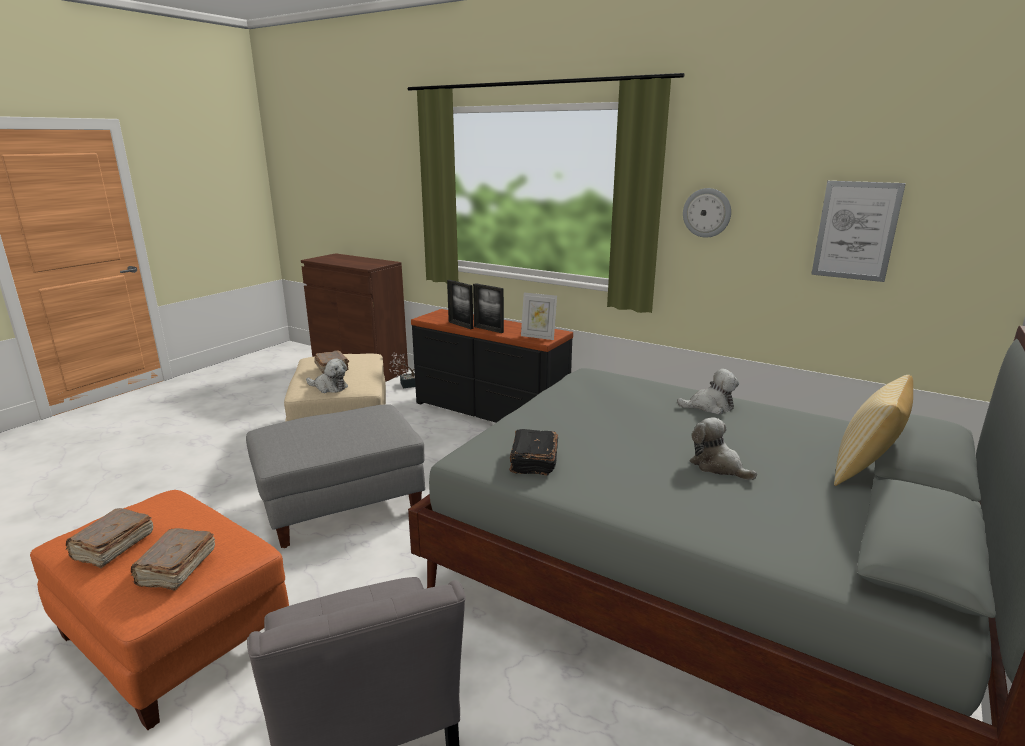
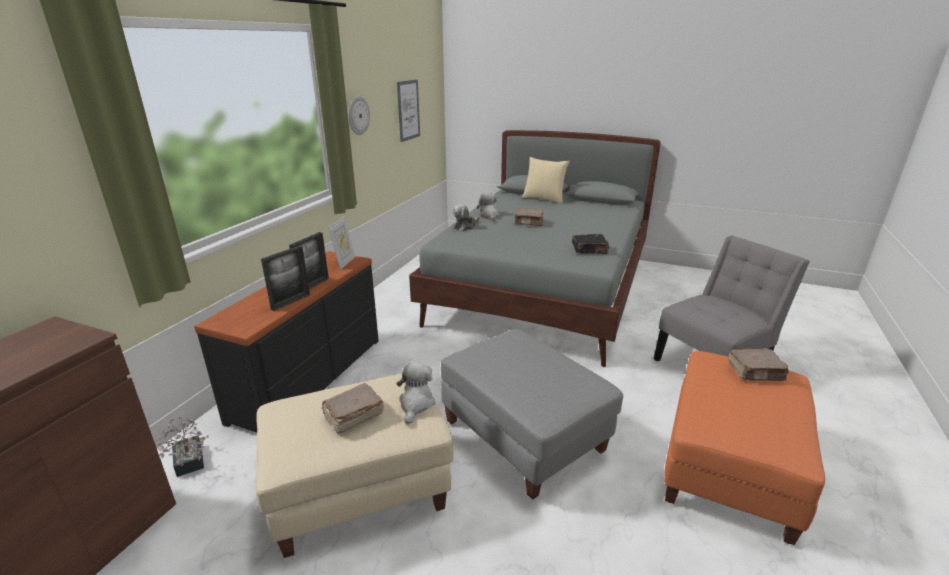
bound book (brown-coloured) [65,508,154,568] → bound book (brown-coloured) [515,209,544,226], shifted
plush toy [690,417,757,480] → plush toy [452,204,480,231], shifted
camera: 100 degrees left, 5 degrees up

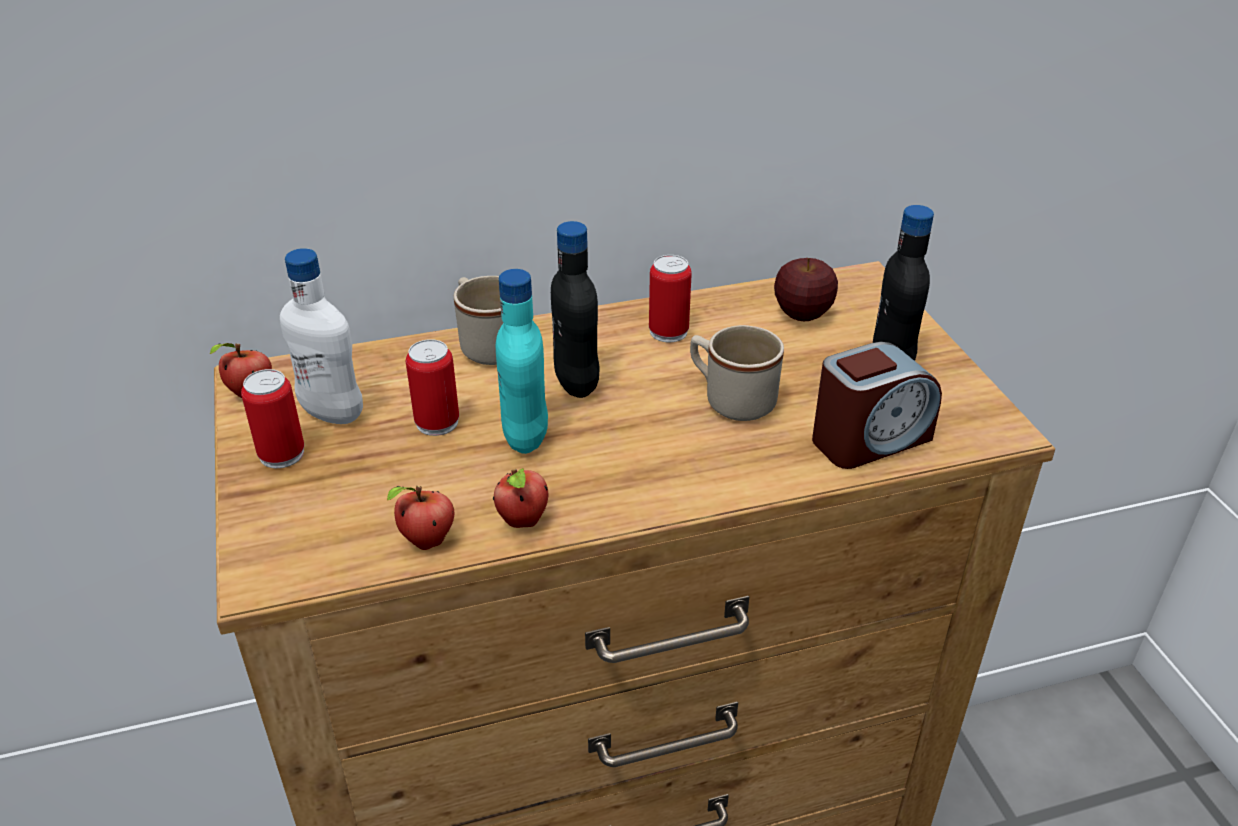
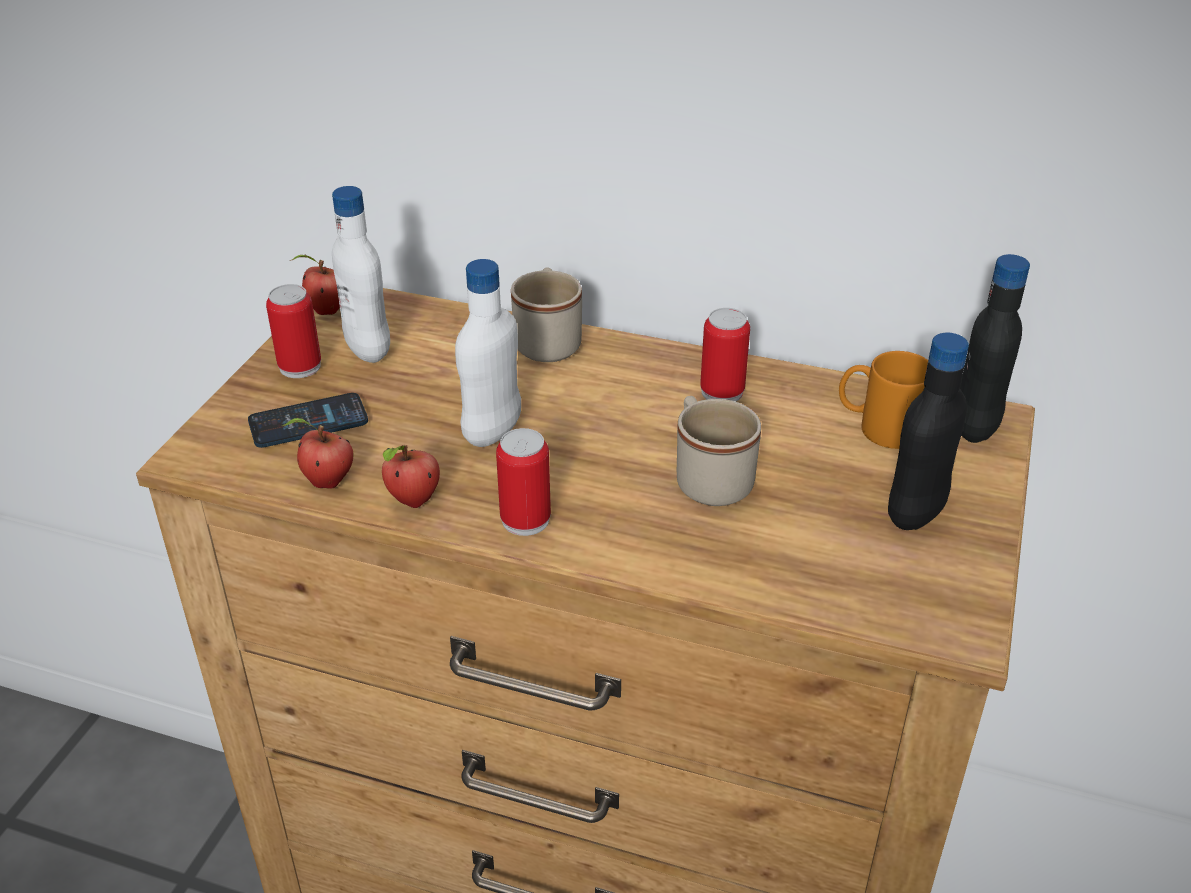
bedside clock [812,342,942,469] → -
- → handset [248,393,368,448]
metal can [406,339,459,436] → metal can [496,428,551,536], shifted
drink bottle (blackish) [551,221,600,398] → drink bottle (blackish) [960,254,1030,443], shifted
apple [774,258,838,321] → mug (orange) [839,351,928,449]
drink bottle (turquoise) [496,269,548,454] → drink bottle (white-coloured) [455,259,521,447]
camera: 35 degrees right, 0 degrees up

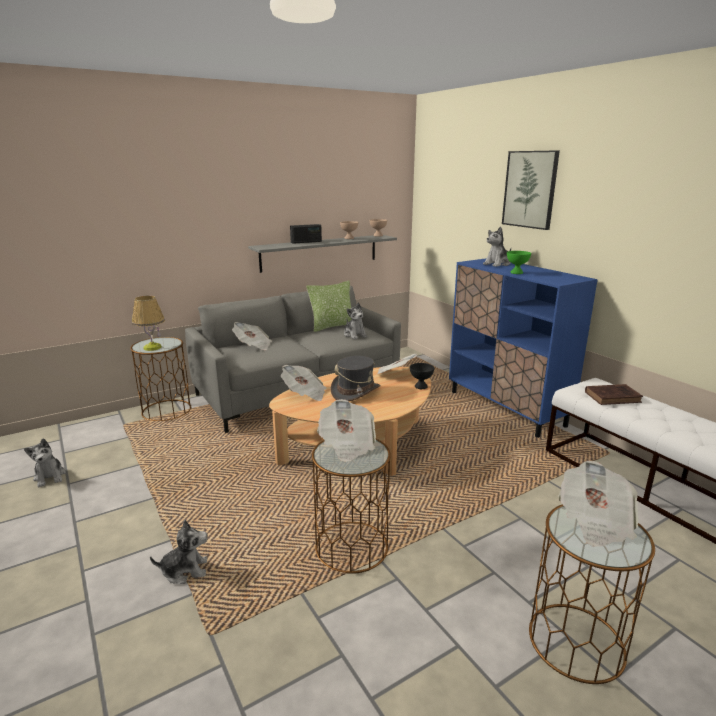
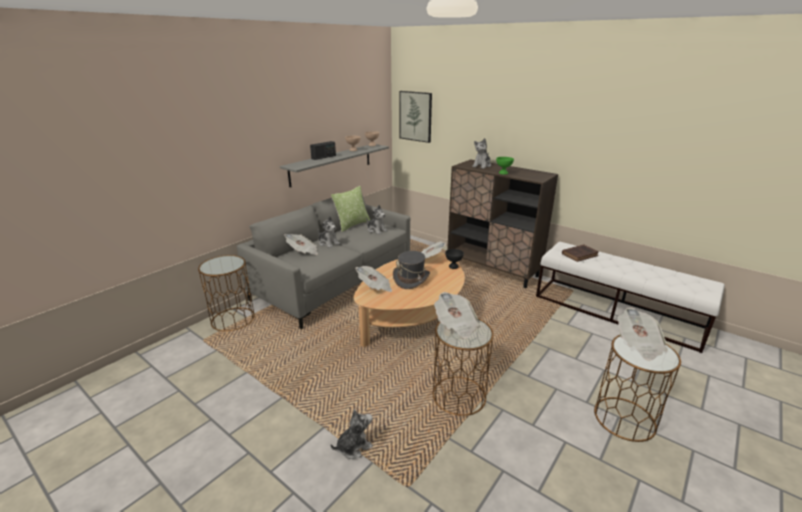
tabletop lamp [132,296,165,351] → -
plush toy [24,439,66,487] → plush toy [318,216,340,248], shifted
picture [502,150,560,230] → picture [399,91,432,143], shifted
cupboard (blue) [449,258,598,438] → cupboard (brown-coloured) [447,159,558,288]
camera: 20 degrees left, 5 degrees up

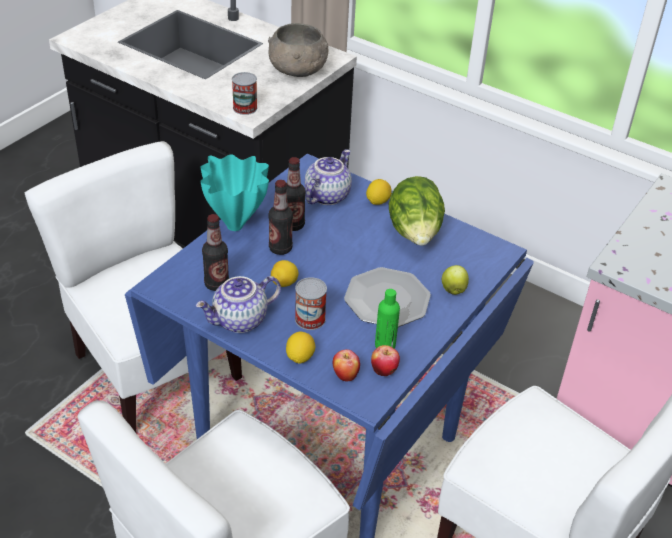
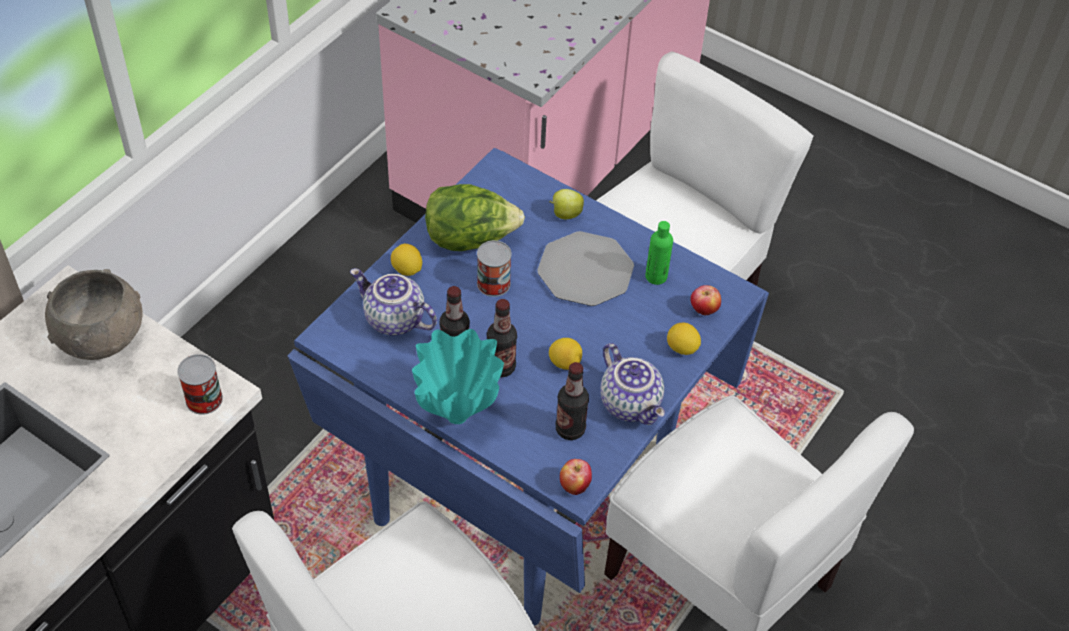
metal can [295,277,327,330] → metal can [477,240,512,297], shifted
apple [371,345,400,376] → apple [560,459,592,495], shifted
camera: 90 degrees left, 10 degrees up

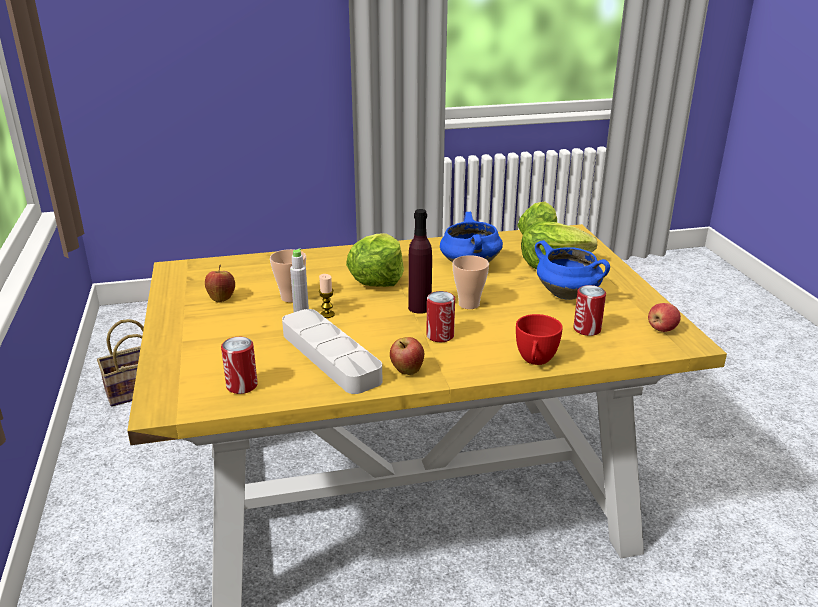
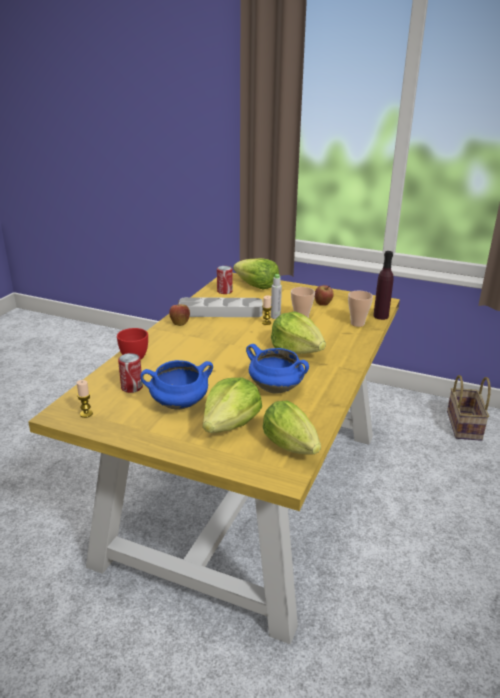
metal can [426,291,455,342] → -
- → head of lettuce [233,258,279,290]
drink bottle (purple) [408,209,432,314] → drink bottle (purple) [373,251,393,320], shifted
drinking cup [452,255,489,309] → drinking cup [348,291,373,327], shifted
apple [648,303,681,332] → wax light [77,380,93,418]
camera: 125 degrees right, 0 degrees up

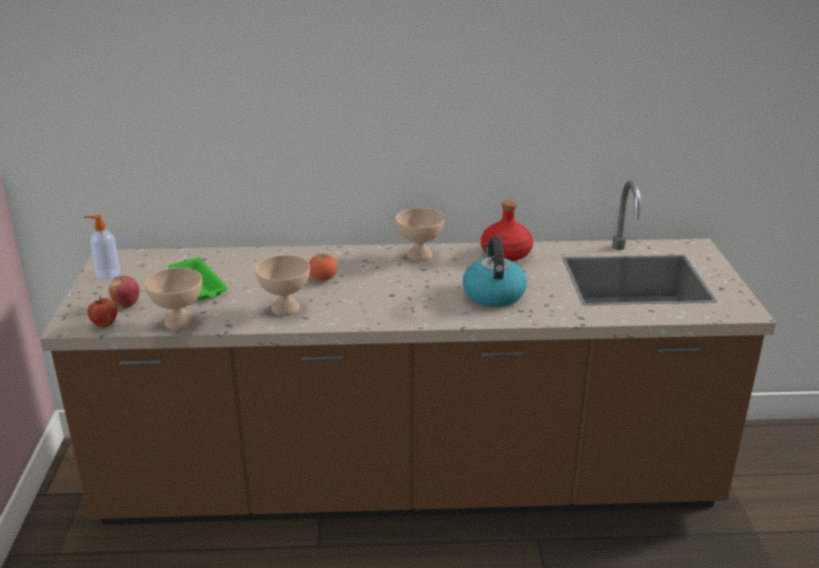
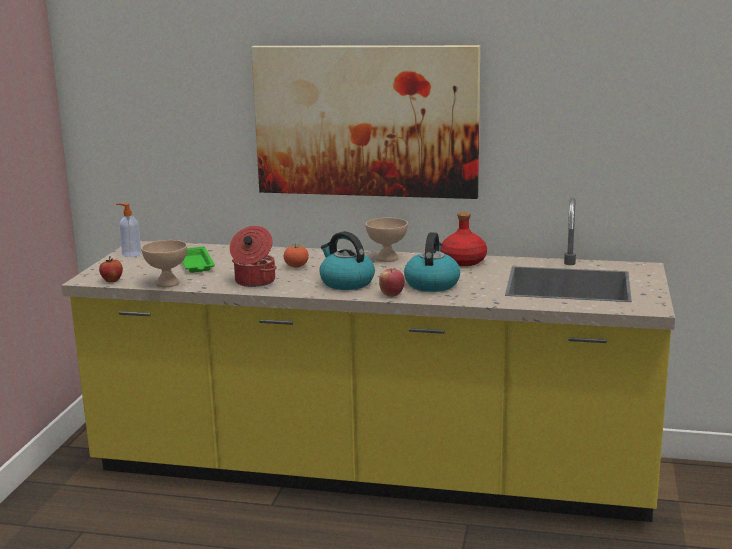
- → picture [251,45,480,199]
- → water kettle [319,231,375,290]
apple [109,276,140,308] → apple [379,269,405,297], shifted
deep dish (sand-coloured) [255,255,310,316] → stockpot [230,226,277,287]
kitchen counter (brown-coloured) [40,180,776,525] → kitchen counter (yellowish) [61,198,675,522]
camera: 15 degrees right, 10 degrees down

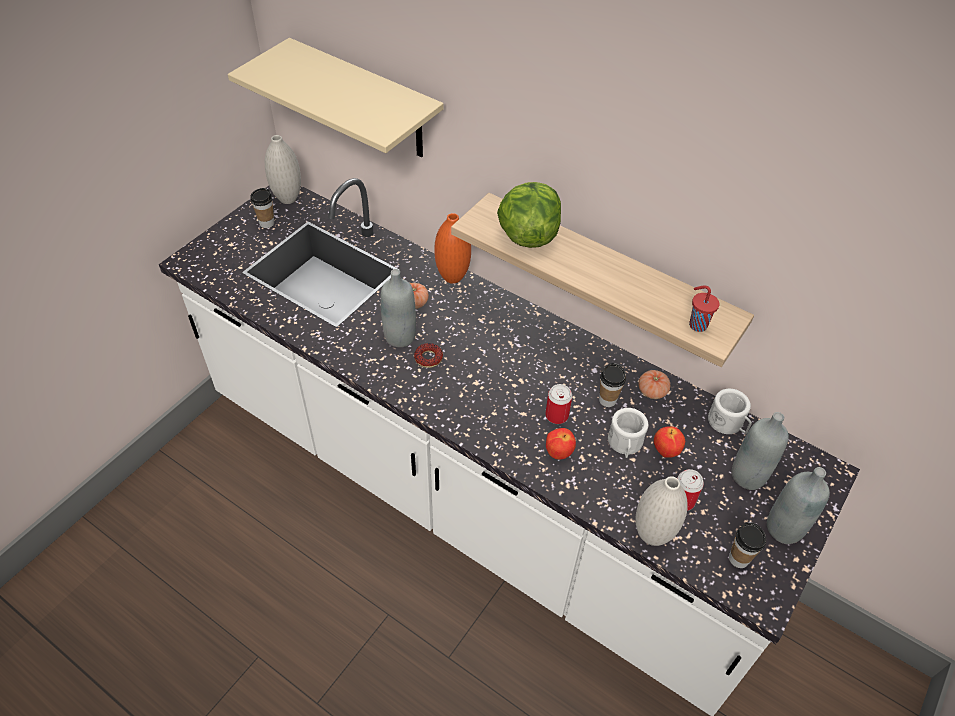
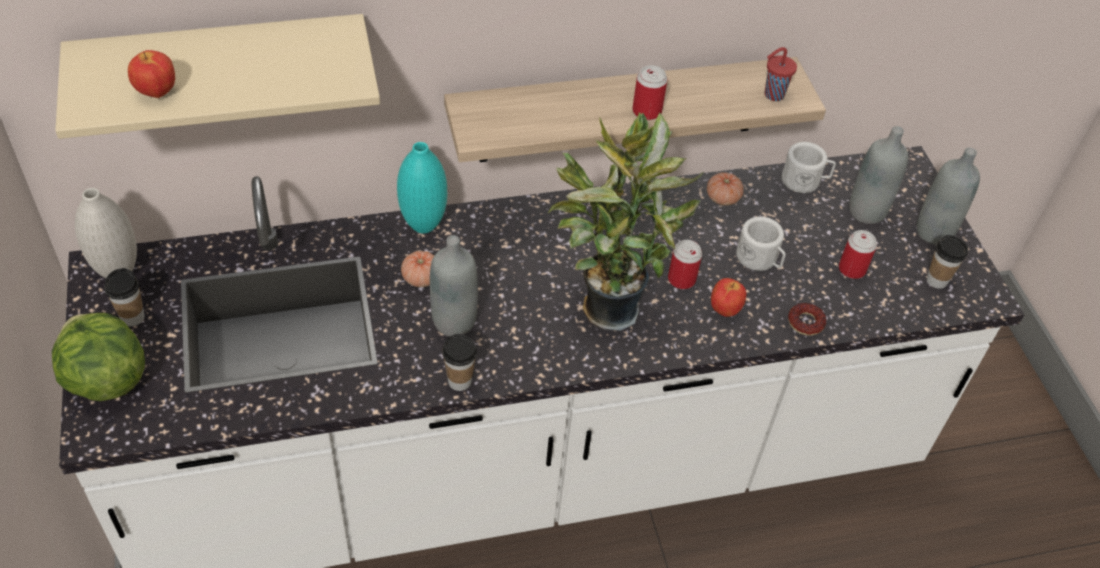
vase (white-coloured) [635,476,688,546] → -
- → plant in a pot [548,112,704,331]
- → metal can [632,65,667,120]
ring doughnut [414,343,443,368] → ring doughnut [788,303,826,336], shifted
head of lettuce [497,182,561,248] → head of lettuce [52,313,145,402], shifted
drinking cup [599,363,626,407] → drinking cup [442,334,477,391], shifted
apple [654,426,685,458] → apple [128,50,175,98], shifted
vase (orange) [434,213,471,284] → vase (turquoise) [397,142,447,234]
camera: 50 degrees left, 0 degrees up

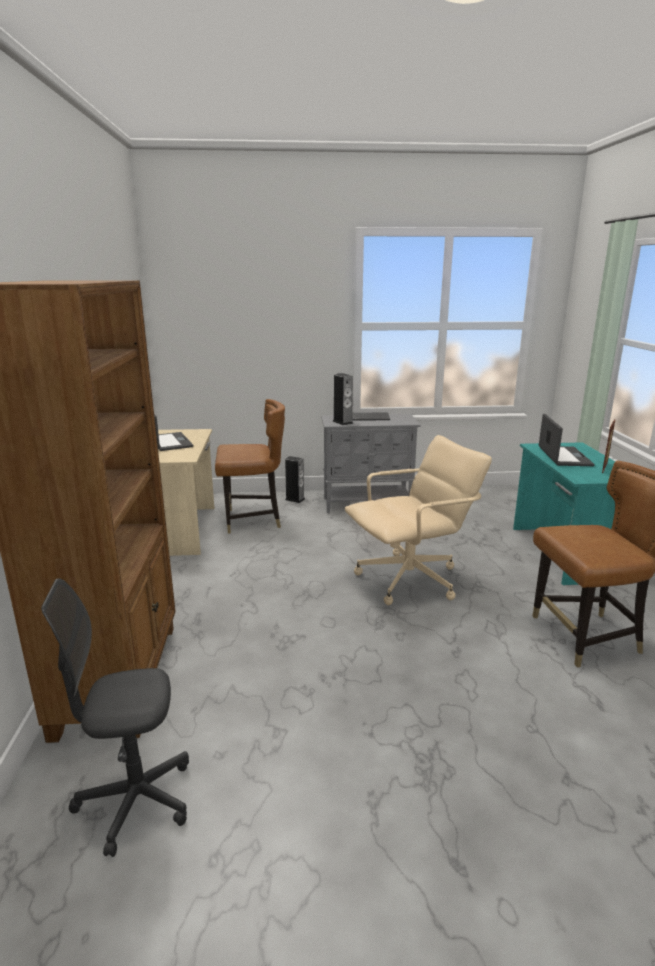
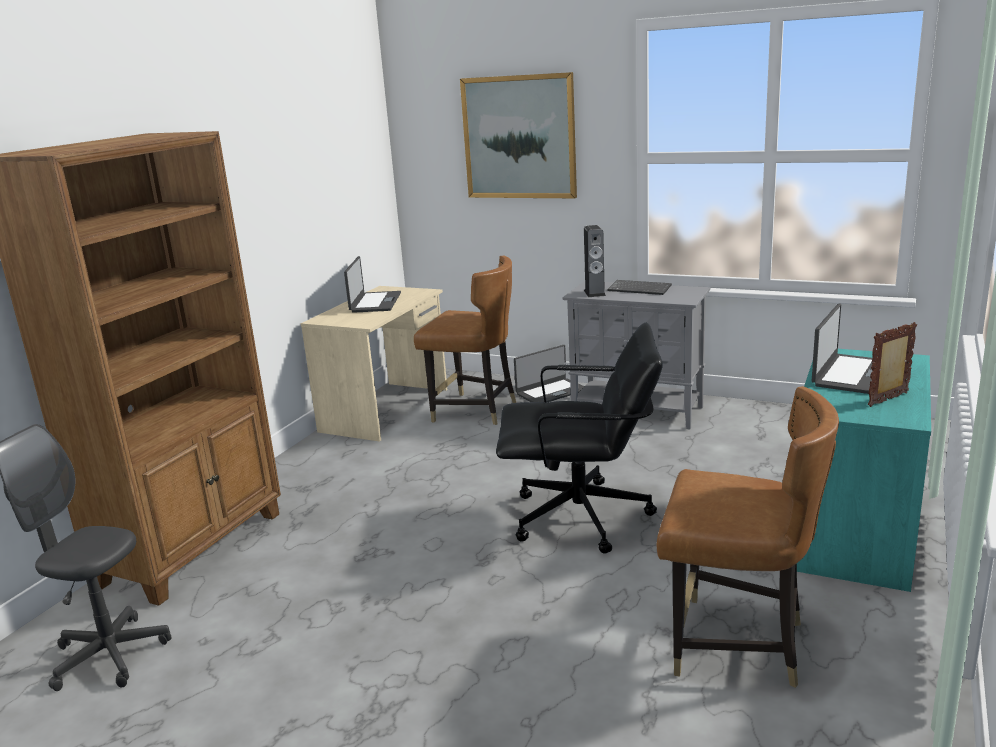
- → picture [460,72,577,198]
speaker [285,456,305,503] → portable computer [514,345,585,402]
office chair (sand-coloured) [345,435,492,605] → office chair (blackish) [496,323,663,553]
camera: 30 degrees right, 0 degrees up

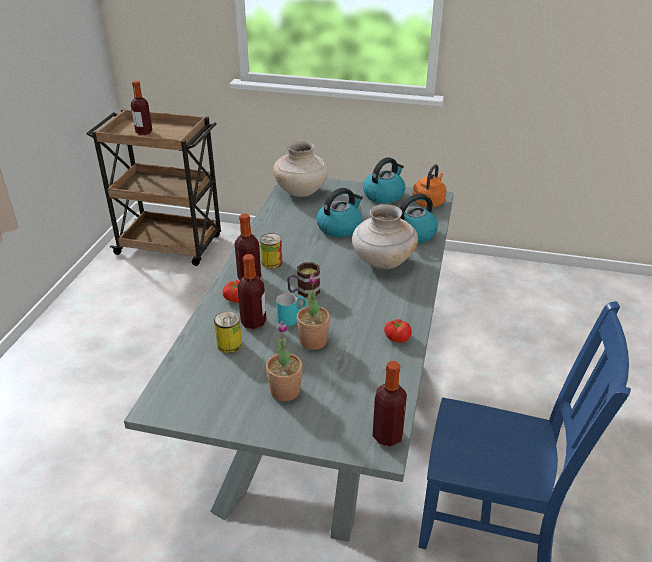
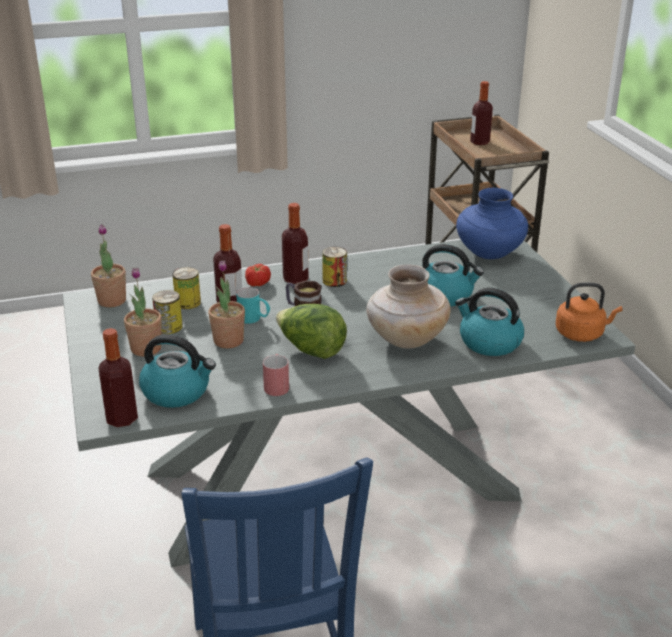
- → plant in a pot [91,224,126,307]
- → metal can [152,290,183,334]
- → head of lettuce [276,304,347,359]
water kettle [363,157,405,204] → water kettle [139,334,216,408], shifted
fresh tomato [384,319,412,343] → mug (reddish) [263,354,289,396]
vase (sand-coloured) [273,141,328,197] → vase (blue) [456,188,528,259]
camera: 60 degrees right, 5 degrees down

